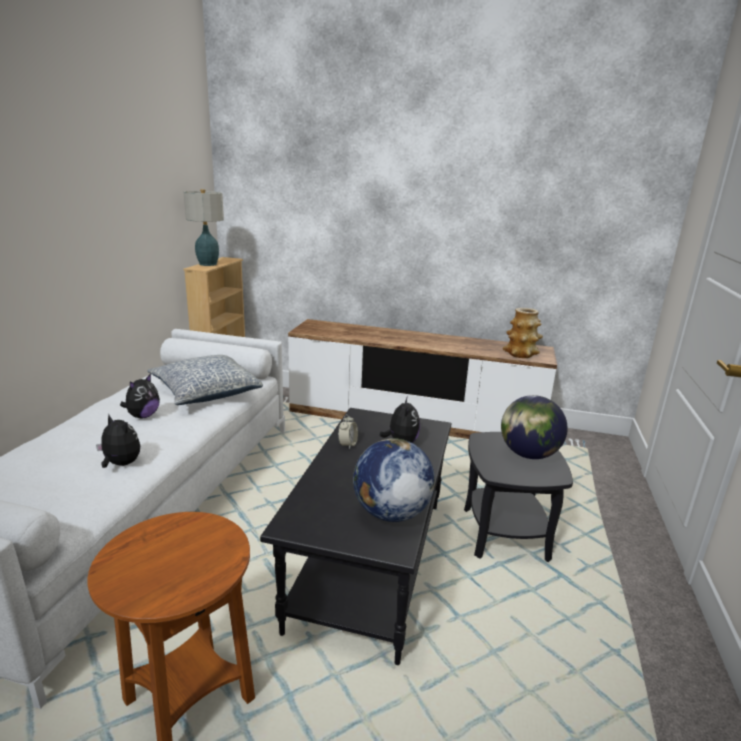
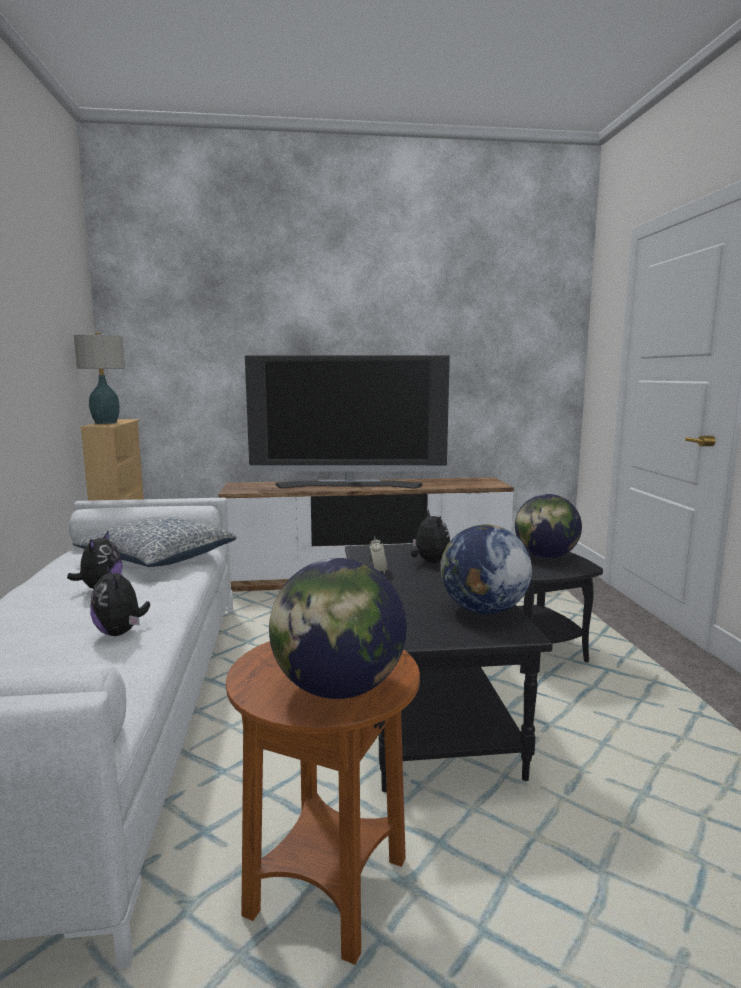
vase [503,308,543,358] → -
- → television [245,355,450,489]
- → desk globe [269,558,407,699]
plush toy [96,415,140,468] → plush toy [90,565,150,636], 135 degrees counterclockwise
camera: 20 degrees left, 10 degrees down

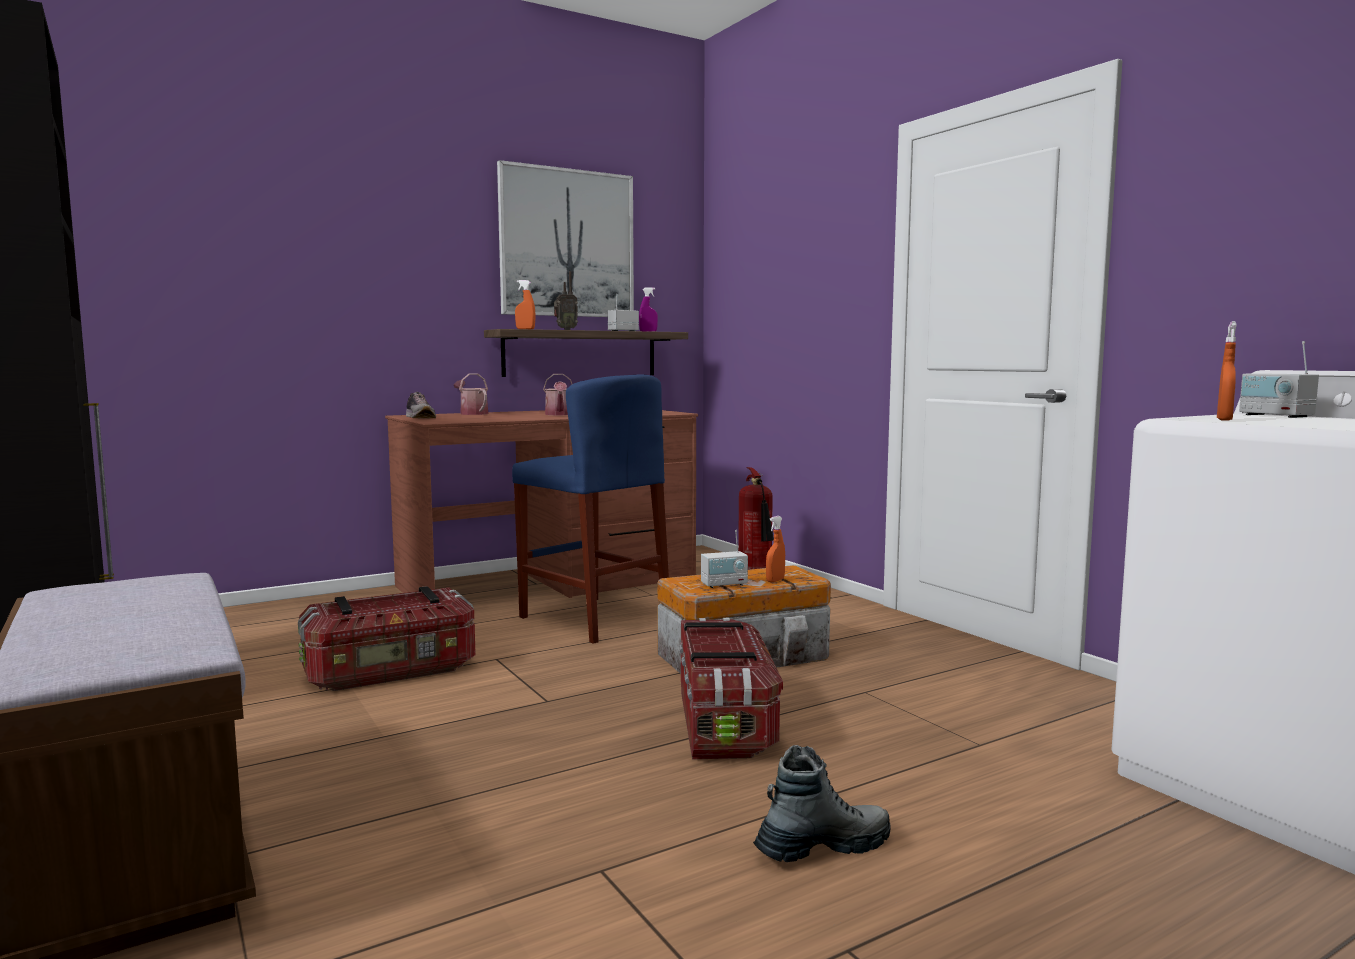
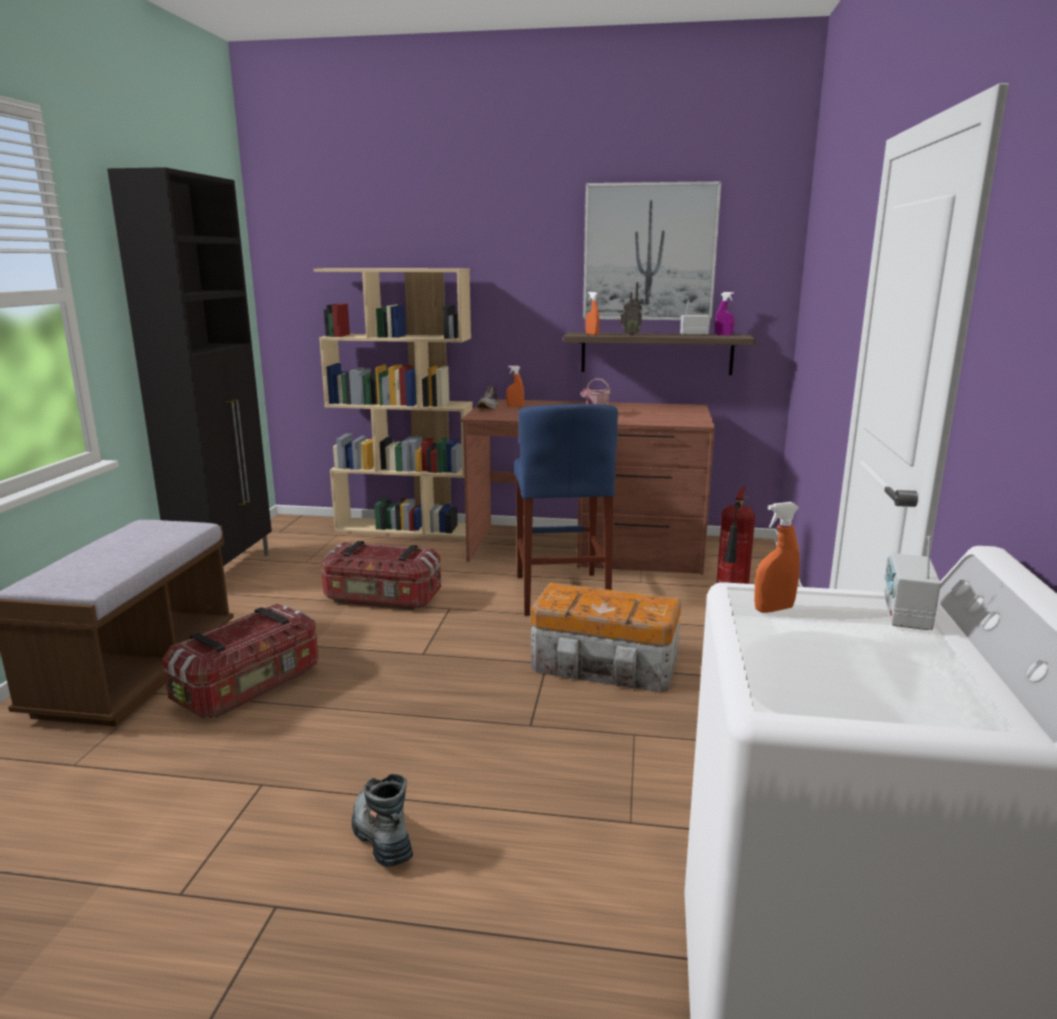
watering pot [454,373,488,415] → -
radio [701,530,748,588] → -
- → bookshelf (sand-coloured) [314,268,473,538]
storage bin [679,618,783,760] → storage bin [162,604,318,719], shifted
hand sprayer (orange) [766,516,785,582] → hand sprayer (orange) [506,366,524,407], shifted
high-top boot [753,745,891,862] → high-top boot [352,774,413,867], 135 degrees counterclockwise
camera: 40 degrees right, 10 degrees up

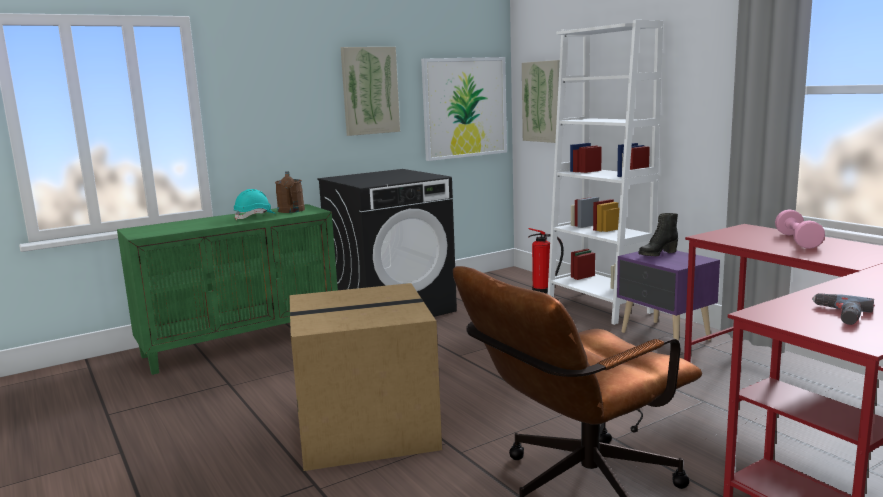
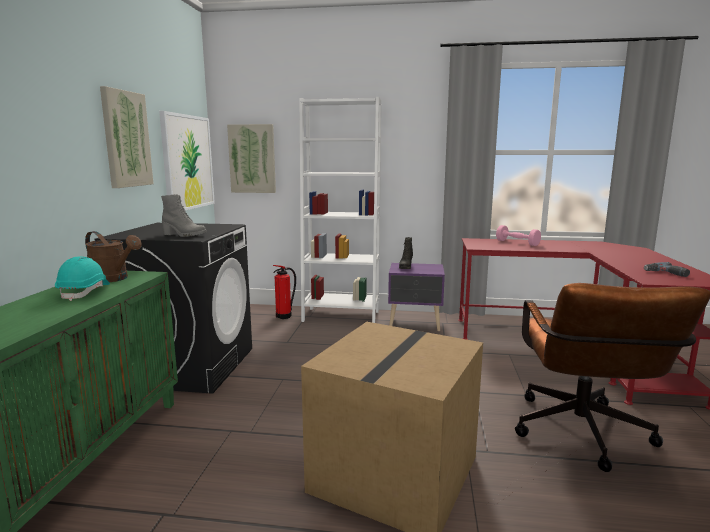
- → high-top boot (gray) [161,194,207,237]
camera: 50 degrees left, 0 degrees up

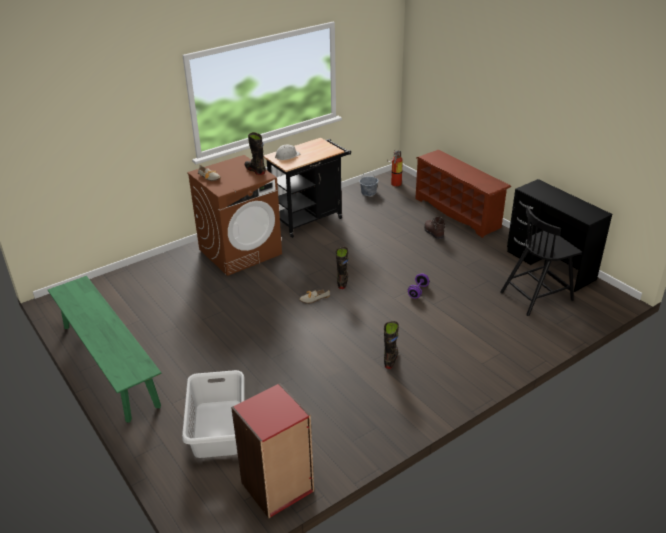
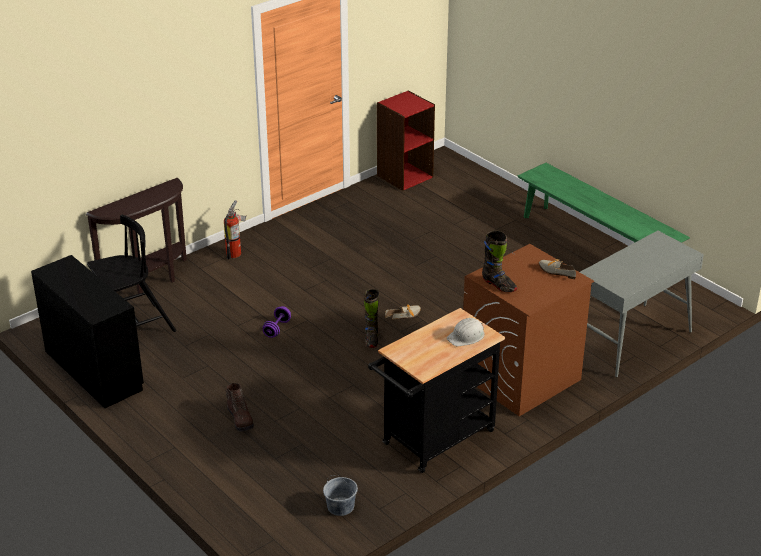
hamper (gray) [182,370,244,458] → -
high-top boot (blackish) [384,321,399,369] → -
shoe shelf (brown-coloured) [415,150,511,238] → -
- → console table (brown-coloured) [86,178,187,296]
- → console table (gray) [580,231,704,377]
fire extinguisher [387,150,403,187] → fire extinguisher [224,200,246,259], shifted
camera: 175 degrees right, 0 degrees up

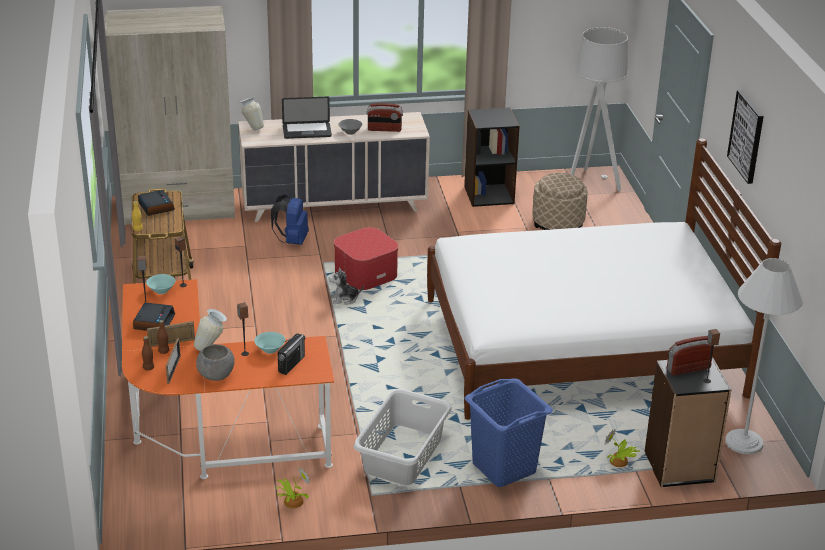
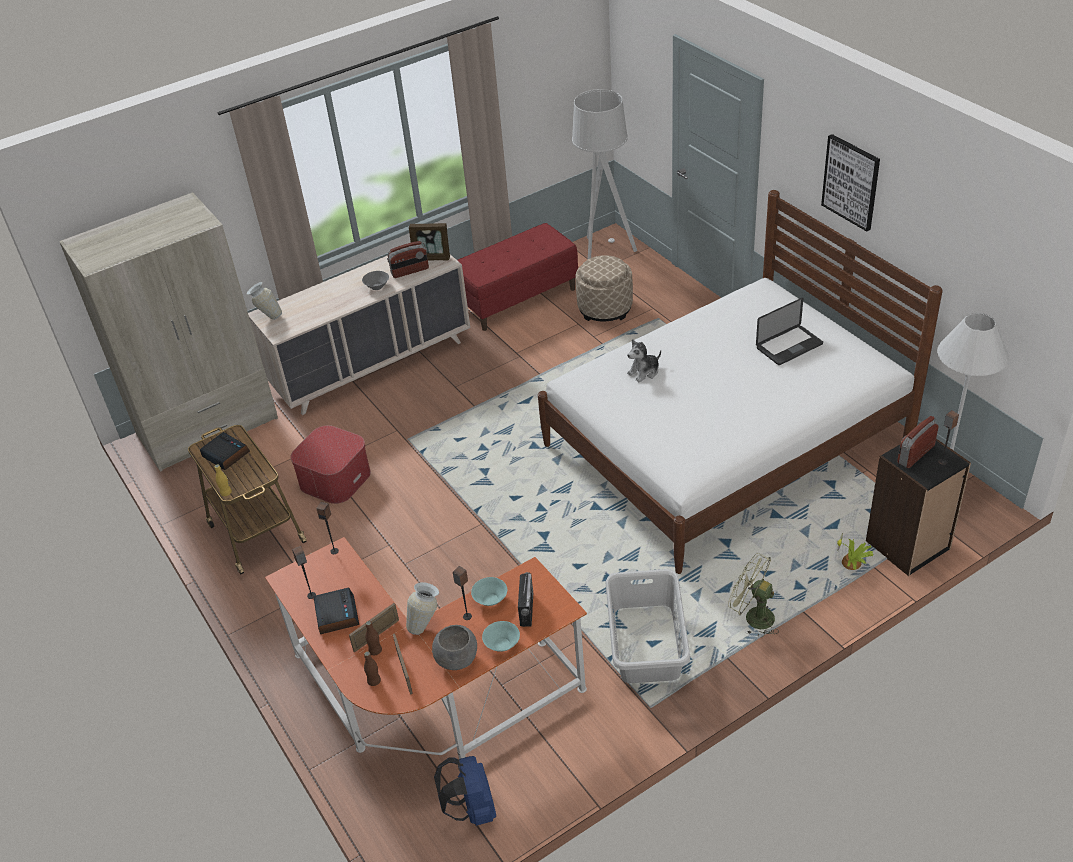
plant in a pot [276,468,310,508] → -
- → photo frame [409,223,450,261]
deep dish (turquoise) [146,274,176,294] → deep dish (turquoise) [482,621,520,652], shifted
rucksack (blue) [271,194,309,245] → rucksack (blue) [434,756,496,826], shifted
portable computer [282,97,332,139] → portable computer [756,298,823,365], shifted
plush toy [329,267,363,305] → plush toy [627,339,661,382], shifted
ottoman [334,227,399,290] → ottoman [290,425,371,504], shifted
bookshelf (blackish) [464,107,520,207] → indoor bench (reddish) [457,223,578,331]
hamper (blue) [464,378,553,487] → cooling fan (greenish) [728,553,779,638]
camera: 20 degrees left, 10 degrees up

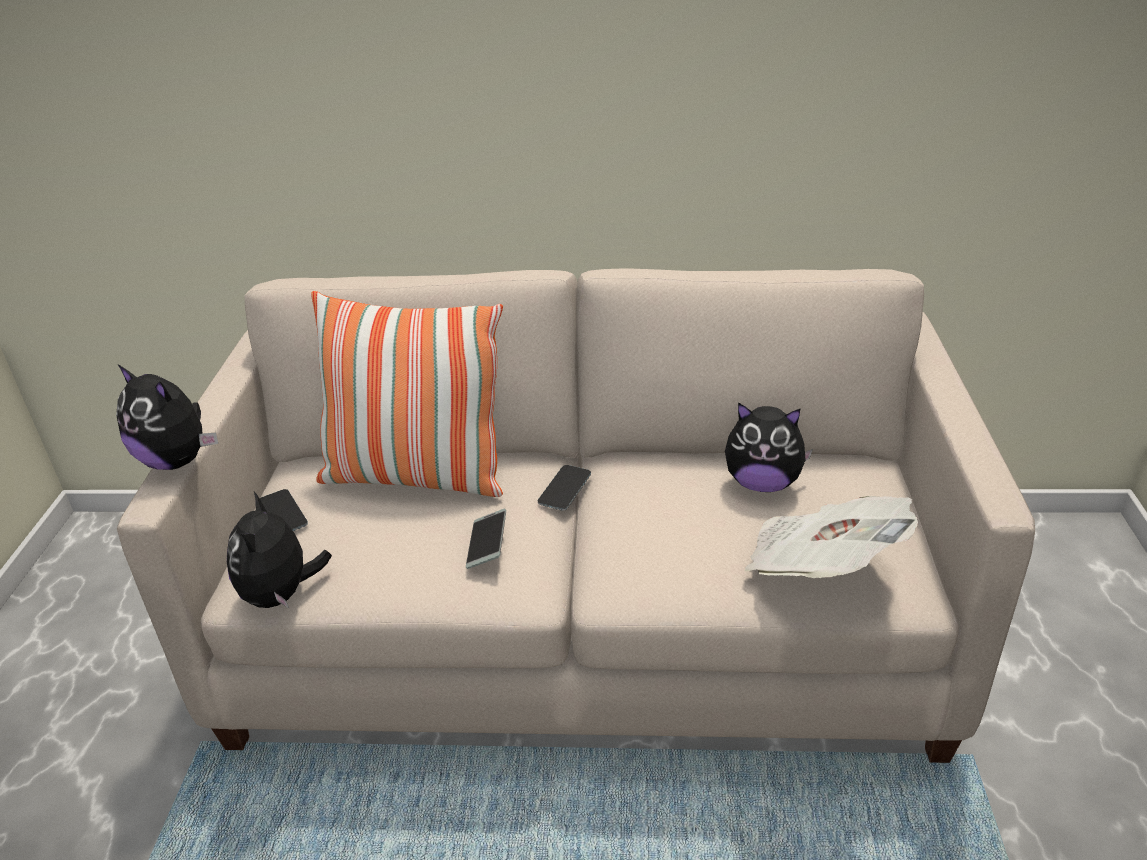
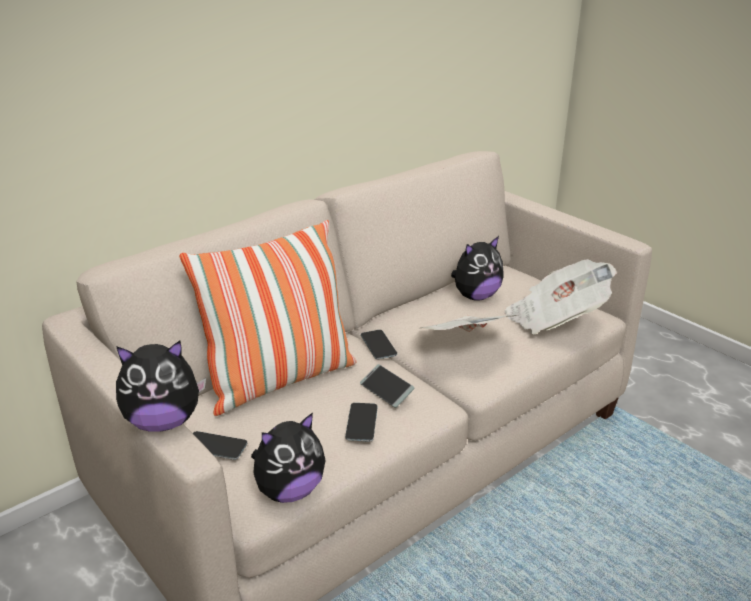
- → handset [345,403,378,442]
- → printed paper [417,315,517,332]
plush toy [227,492,332,608] → plush toy [251,412,326,503], 75 degrees counterclockwise
camera: 45 degrees left, 5 degrees down

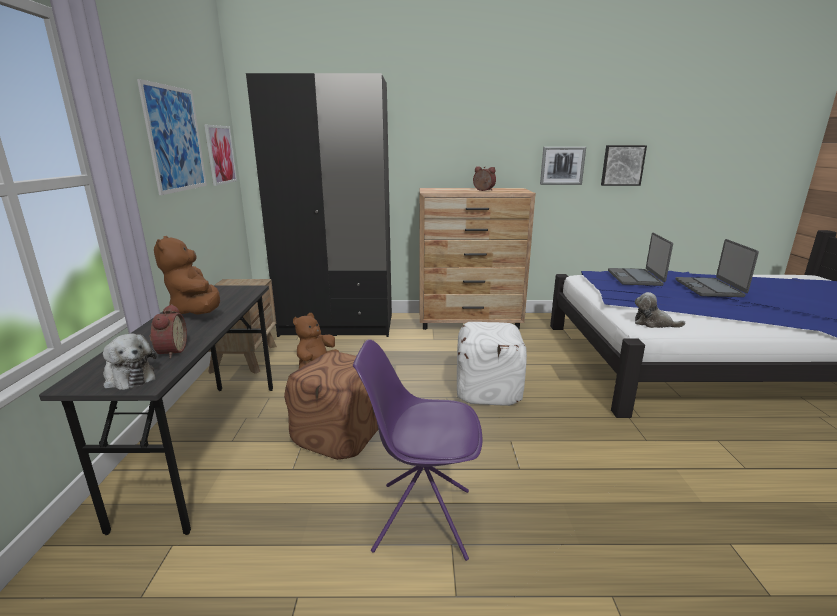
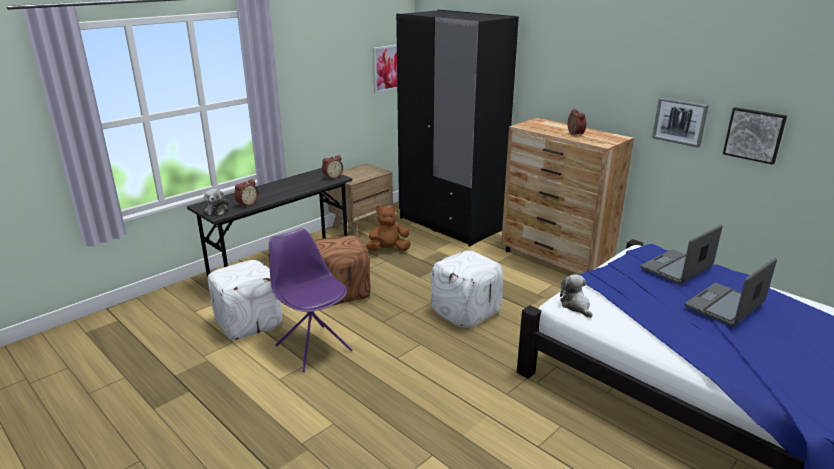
picture [137,79,207,195] → -
plush toy (brown-coloured) [154,236,220,315] → -
- → ottoman (white-coloured) [207,260,283,340]
- → bedside clock [322,155,343,179]
camera: 45 degrees right, 5 degrees up

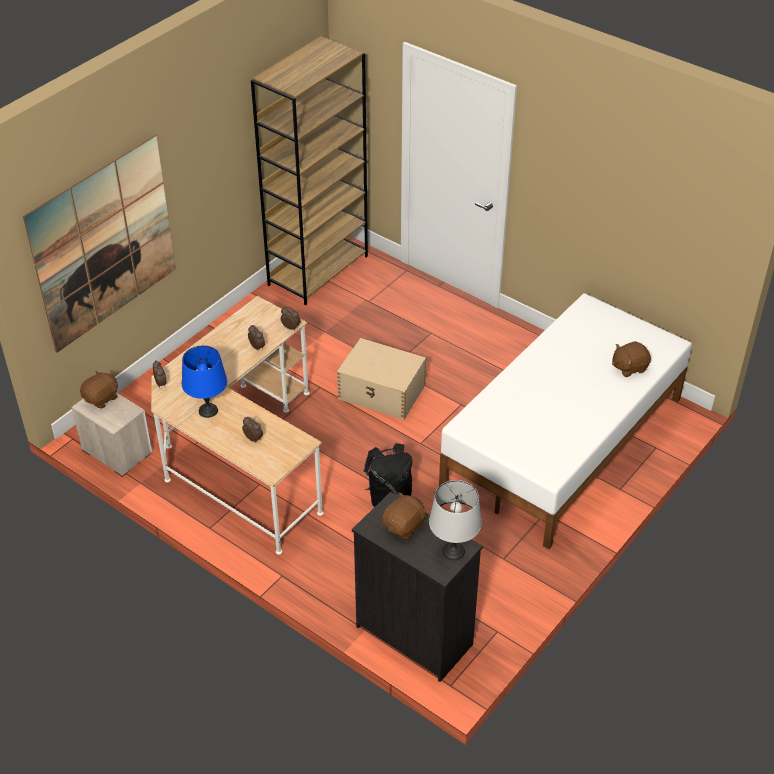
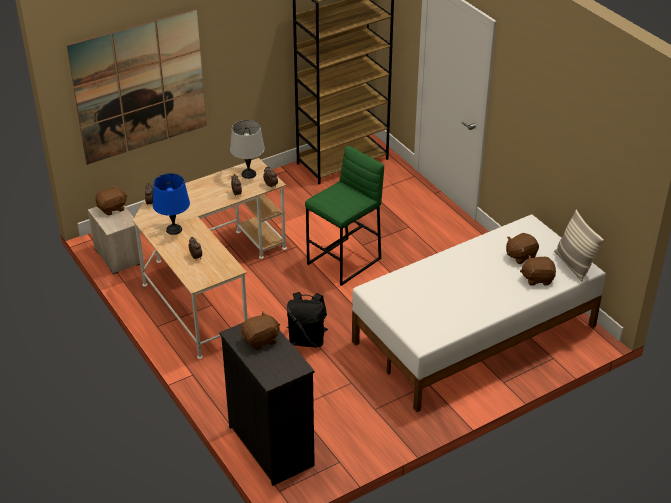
- → plush toy (brown-coloured) [506,233,539,264]
- → throw pillow [554,209,604,282]
tabletop lamp (gray) [429,480,482,560] → tabletop lamp (gray) [230,120,265,179], shifted
storage bin (sand-coloured) [337,338,426,420] → stool (greenish) [305,146,384,286]
camera: 20 degrees right, 5 degrees down

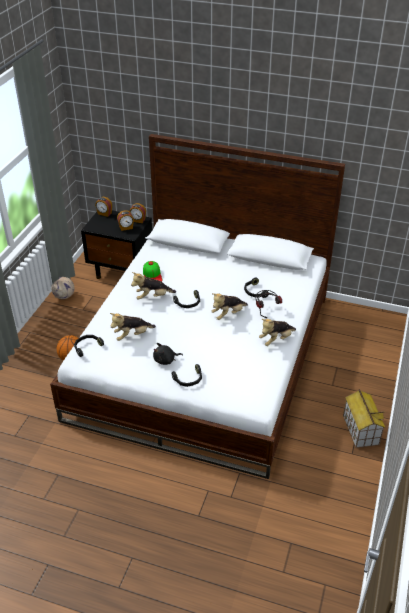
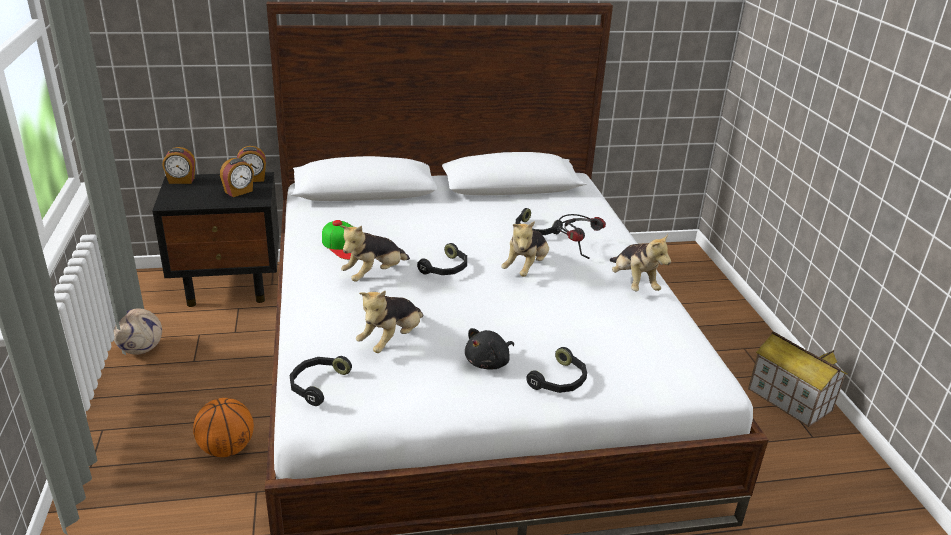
plush toy [259,319,296,346] → plush toy [609,234,671,291], 45 degrees counterclockwise
camera: 30 degrees left, 10 degrees down

